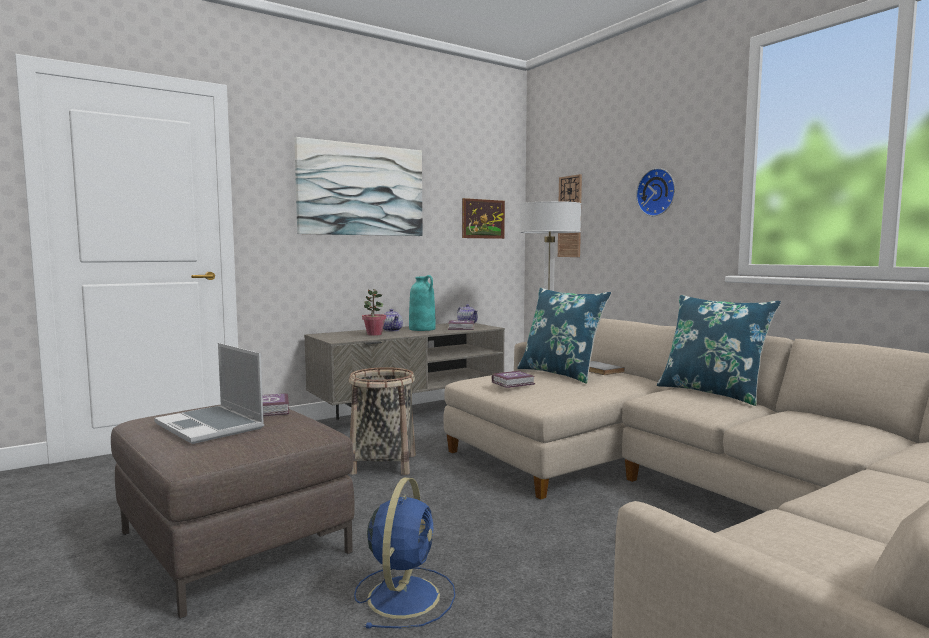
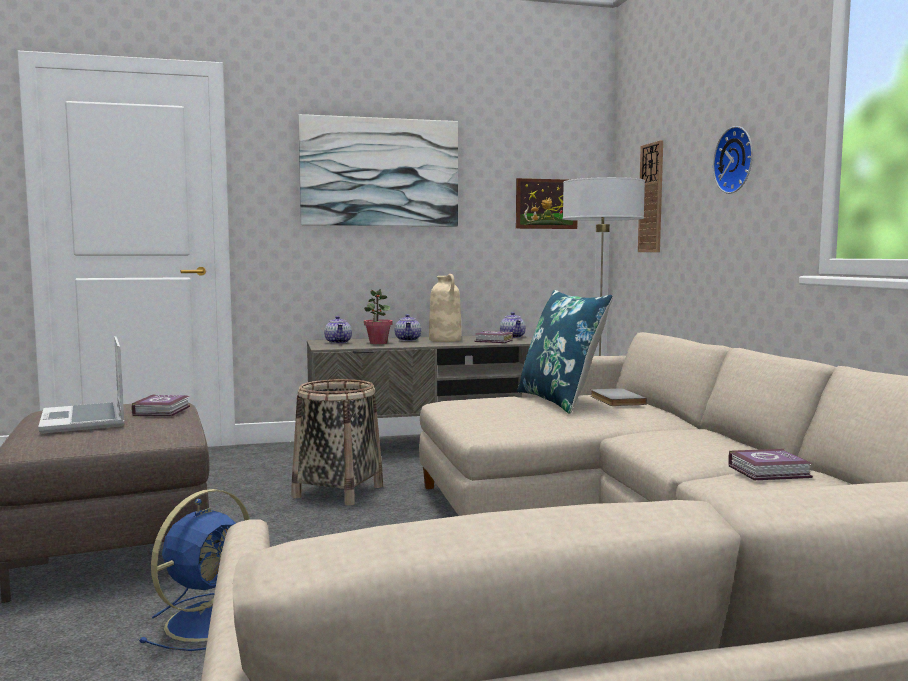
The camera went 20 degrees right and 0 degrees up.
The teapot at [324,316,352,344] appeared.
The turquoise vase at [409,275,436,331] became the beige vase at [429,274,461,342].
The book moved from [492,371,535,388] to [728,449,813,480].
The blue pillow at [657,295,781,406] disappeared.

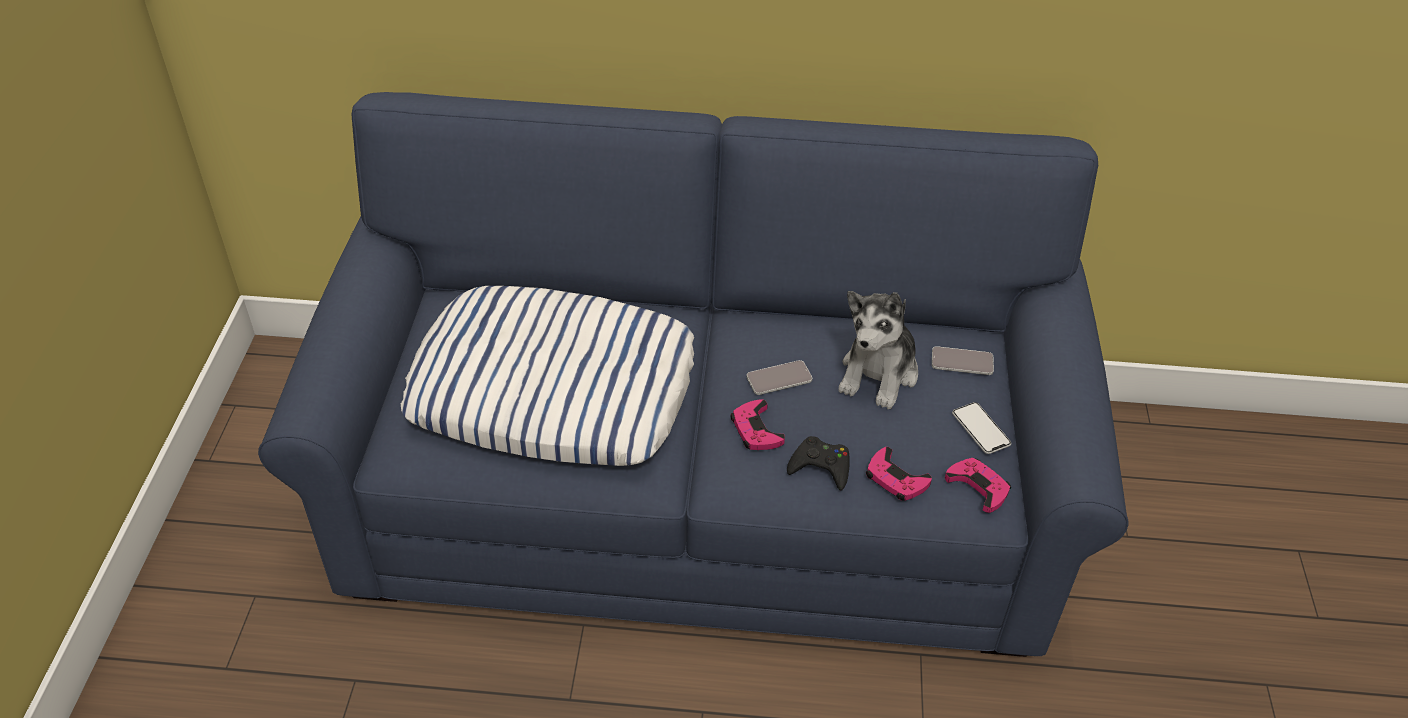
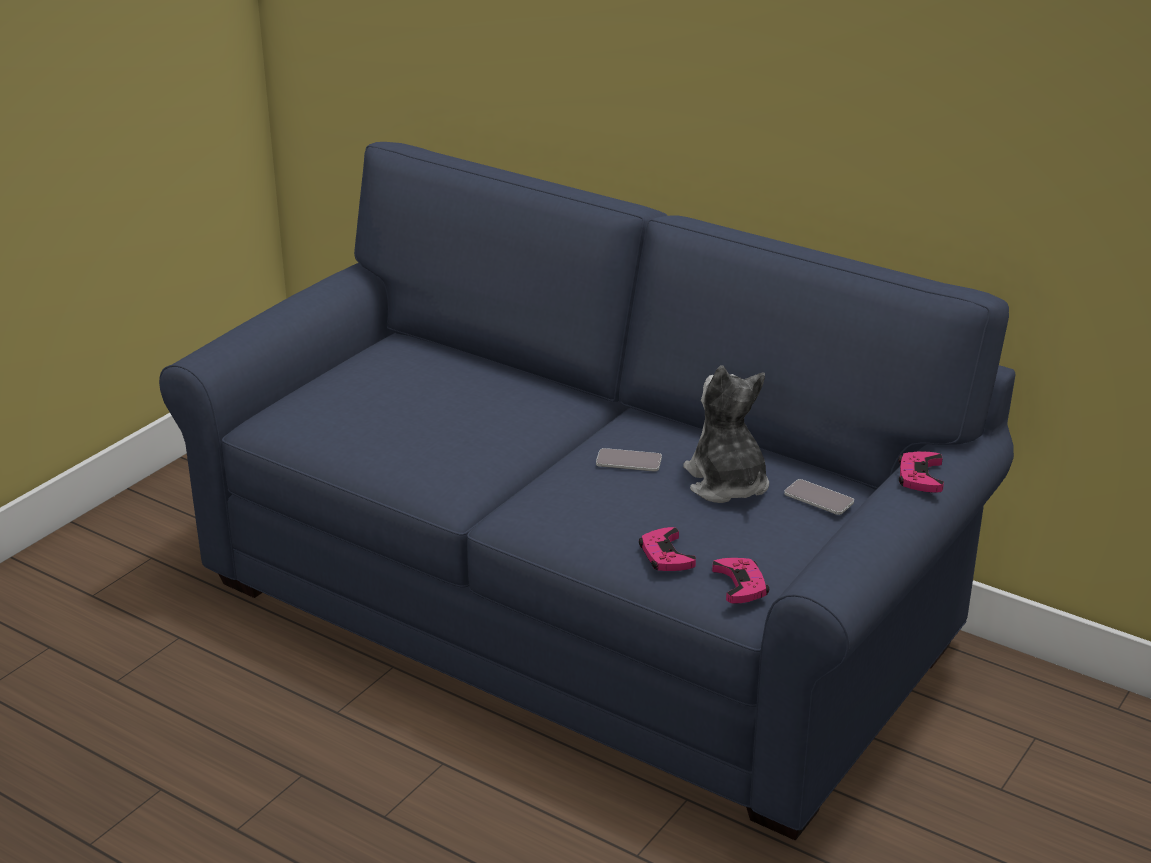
The camera went 30 degrees right and 15 degrees down.
The plush toy at [838,291,918,409] turned 105 degrees clockwise.
The pink game controller moved from [731,399,785,450] to [898,451,944,493].
The pillow at [401,286,694,466] disappeared.
The black game controller at [787,436,850,491] disappeared.
The phone at [952,402,1011,454] disappeared.

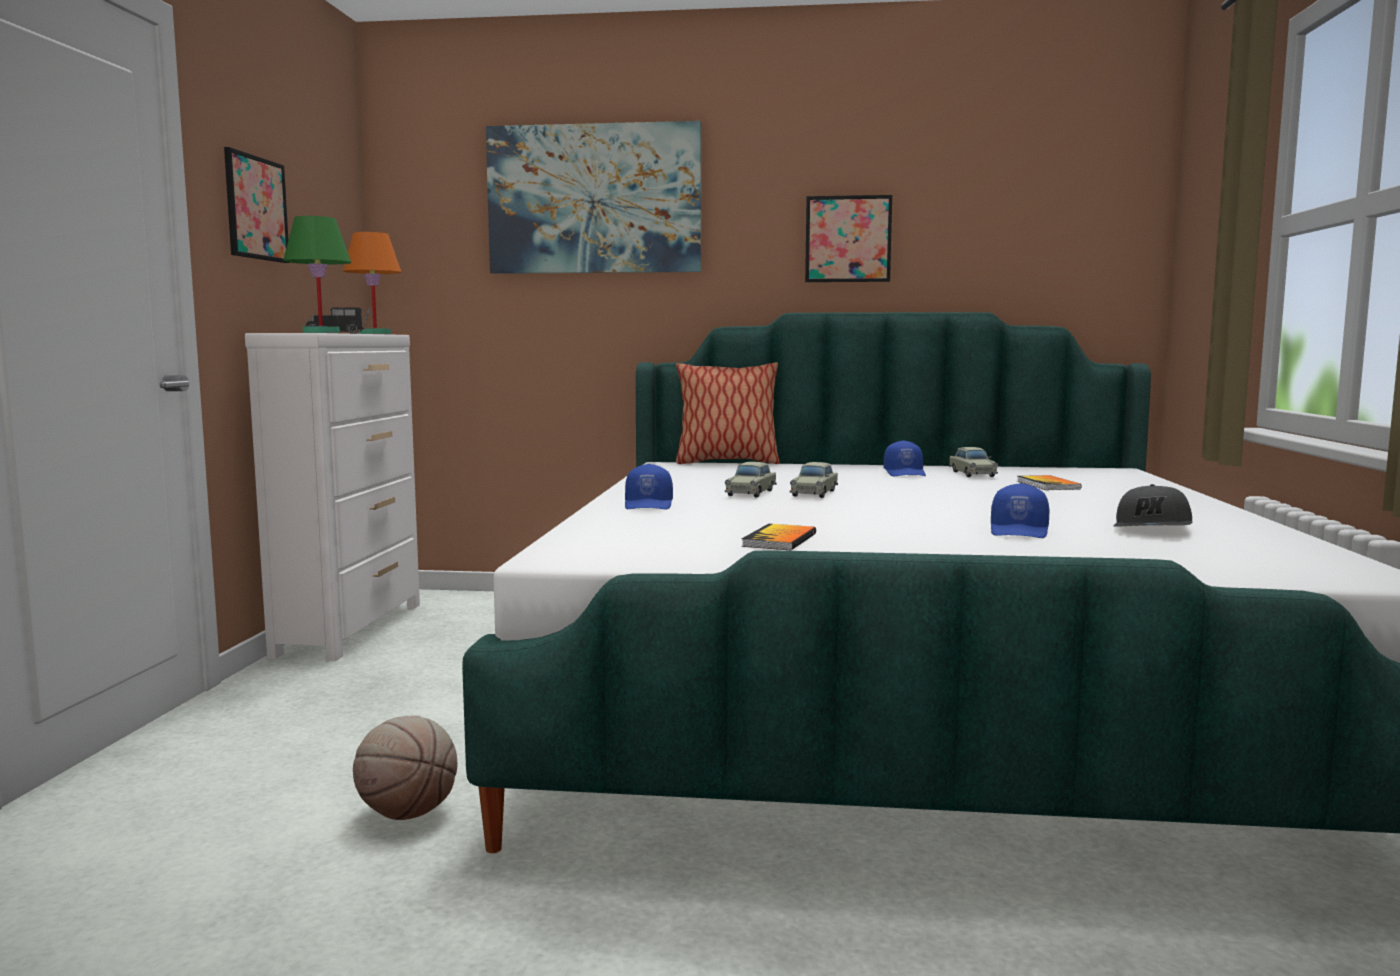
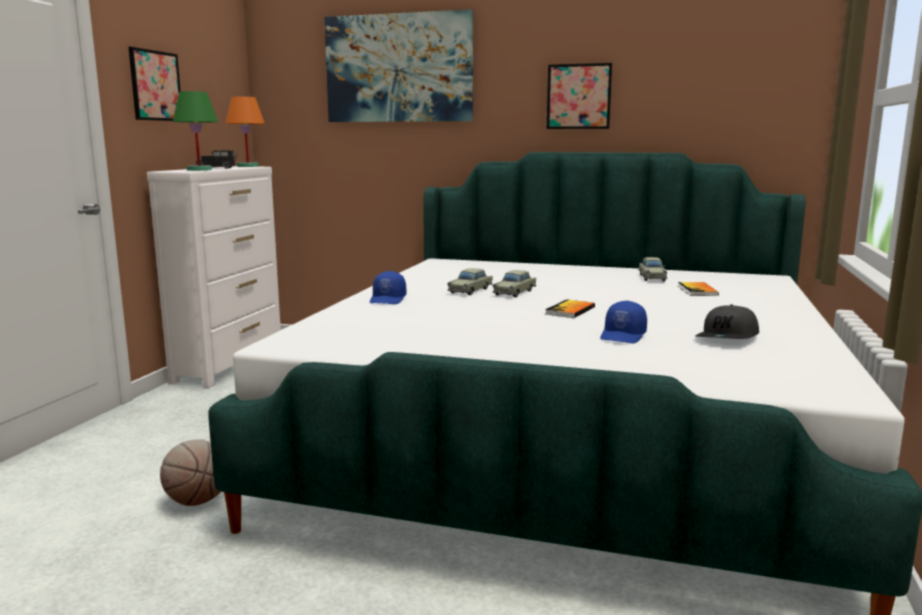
The camera went 10 degrees right and 5 degrees up.
The book moved from [742,524,816,550] to [545,299,595,318].
The pillow at [676,362,780,464] disappeared.
The blue cap at [884,440,926,476] disappeared.

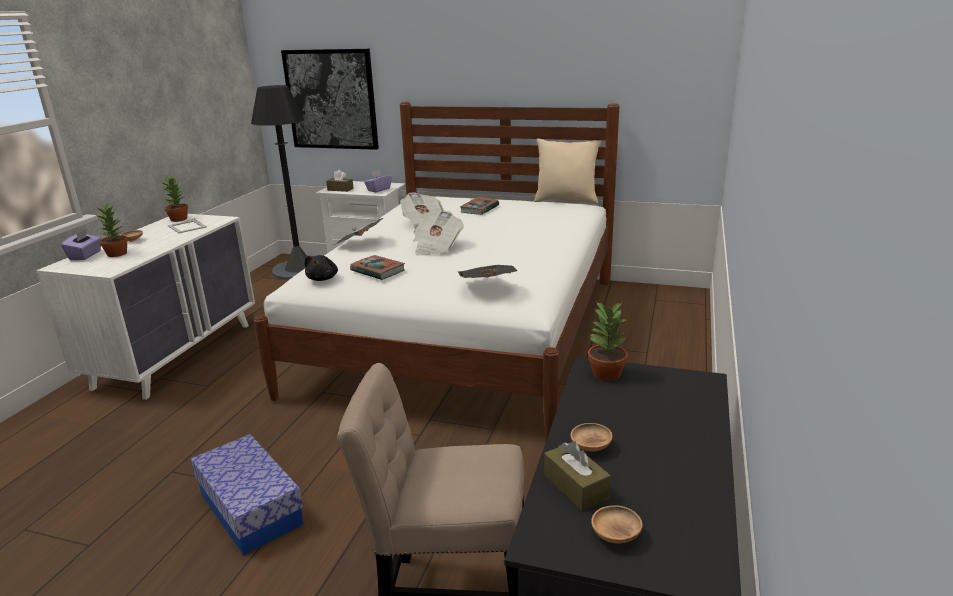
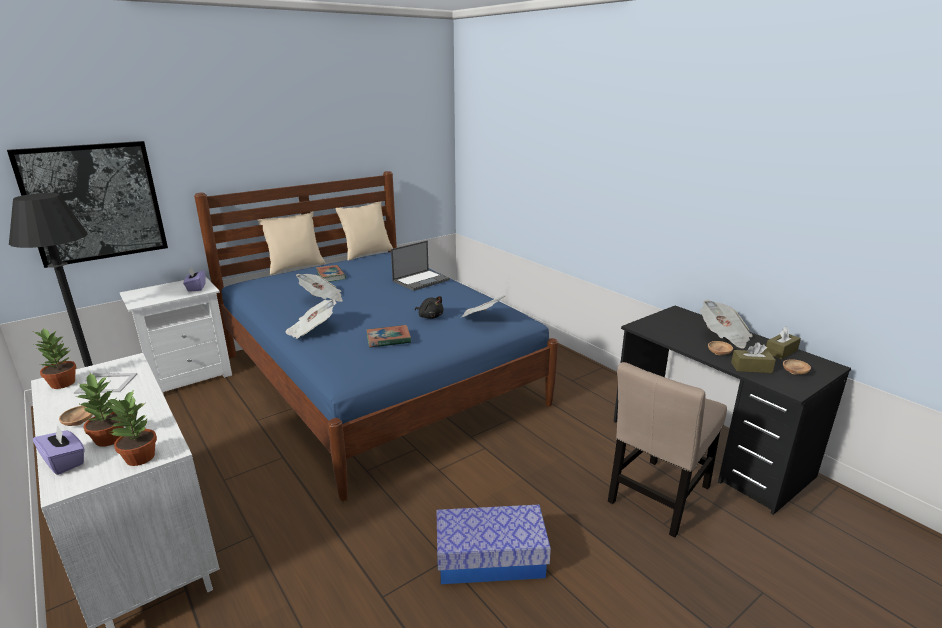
The camera went 55 degrees left and 0 degrees up.
The potted plant moved from [588,302,628,381] to [106,389,157,466].
The white bed at [253,102,619,440] became the blue bed at [194,171,558,501].
The beige pillow at [258,212,325,275] appeared.
The laptop at [391,241,450,291] appeared.
The black plush toy moved from [305,255,338,281] to [415,296,444,319].
The newspaper moved from [413,211,464,256] to [700,300,753,349].
The brown tissue box moved from [326,170,354,192] to [765,326,801,359].

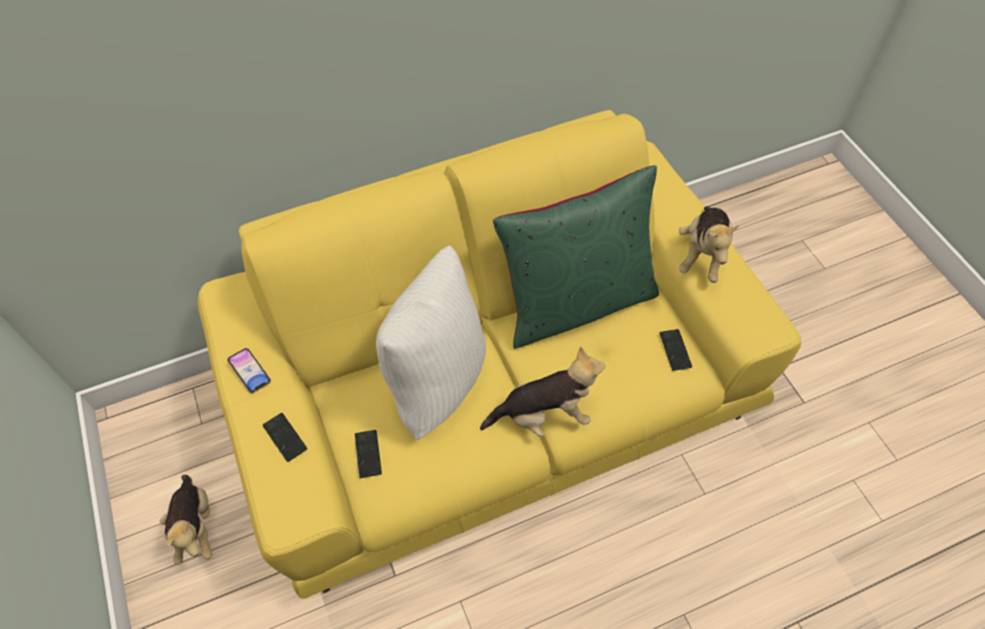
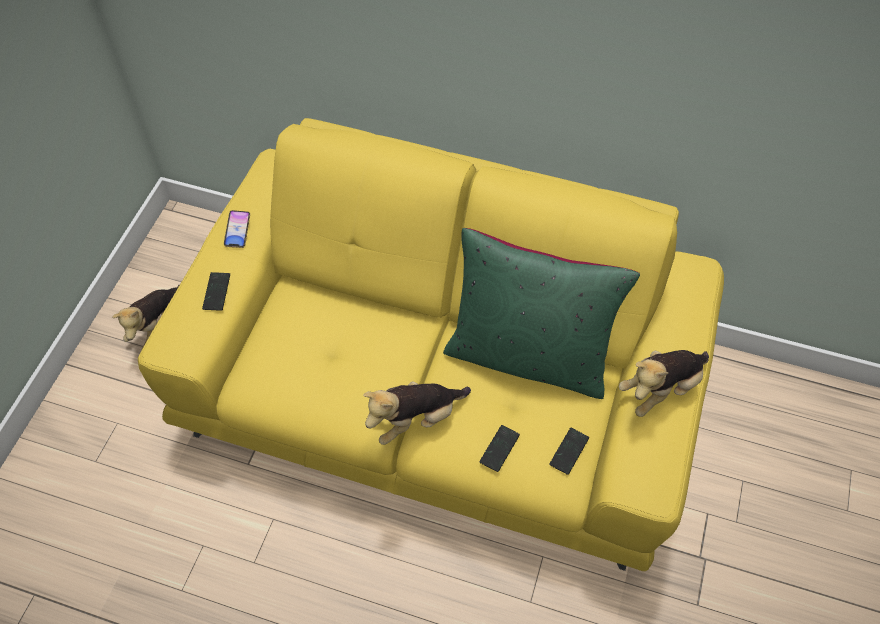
The camera went 40 degrees right and 0 degrees up.
The plush toy at [480,346,605,437] turned 120 degrees clockwise.
The phone moved from [355,430,382,478] to [479,425,520,472].
The white pillow at [376,245,486,440] disappeared.

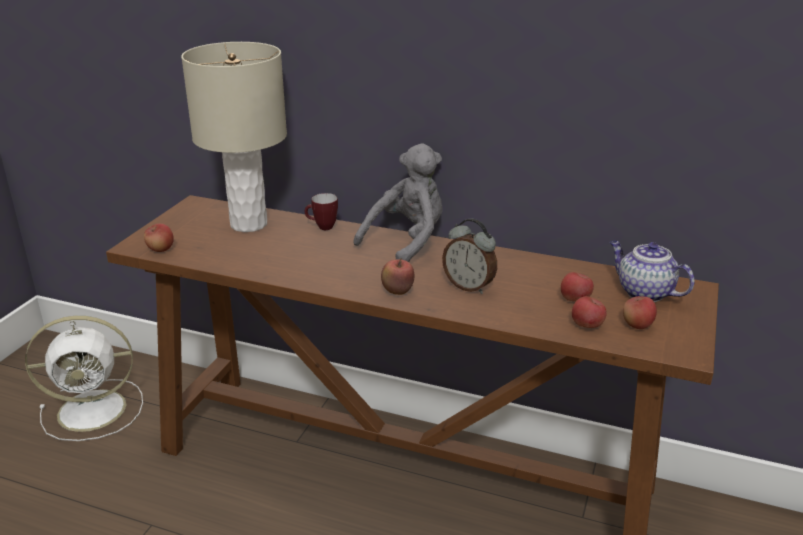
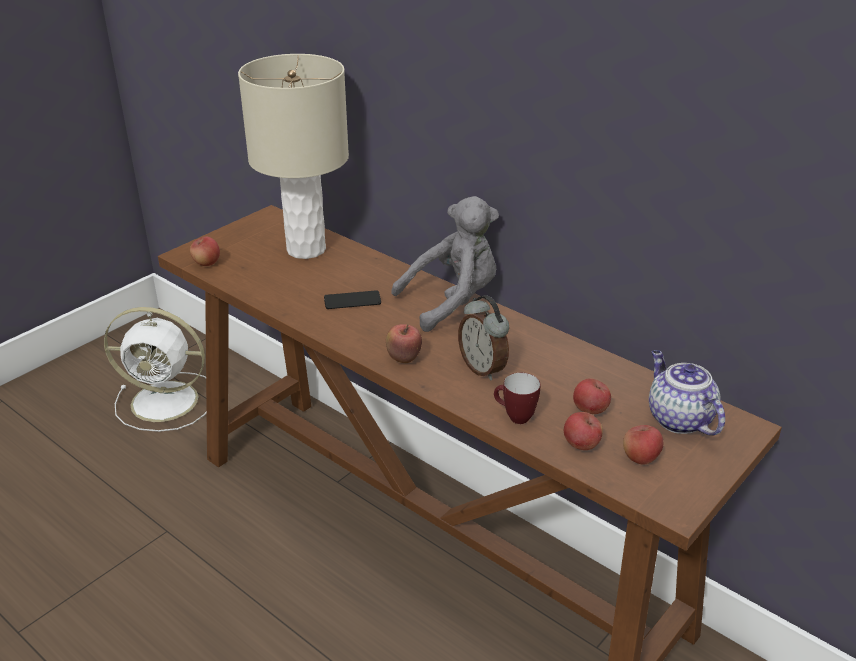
The camera went 20 degrees right and 5 degrees up.
The phone at [324,290,381,309] appeared.
The mug moved from [305,193,338,230] to [494,373,540,424].

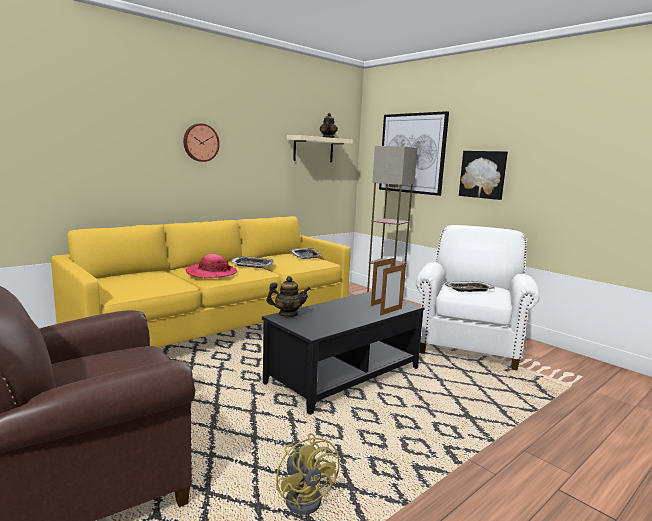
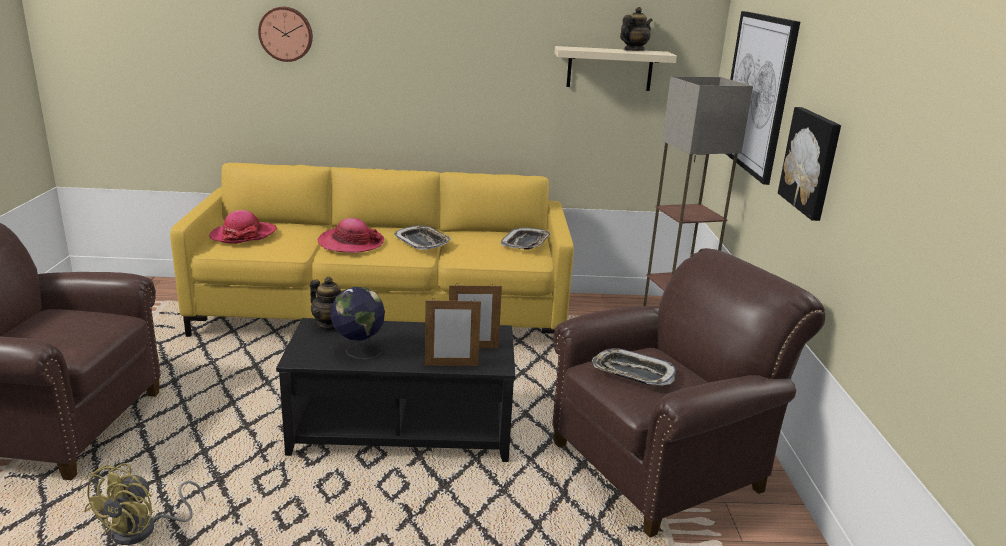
The camera went 40 degrees right and 10 degrees up.
The hat at [209,210,277,244] appeared.
The wall clock moved from [183,123,220,162] to [258,7,313,62].
The globe at [330,287,385,359] appeared.
The white armchair at [416,225,540,370] became the brown armchair at [552,248,825,537].

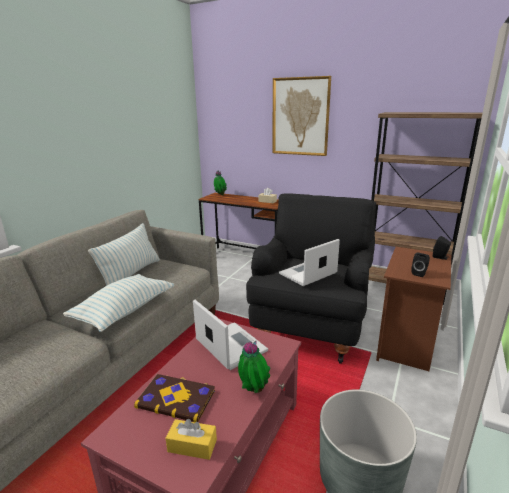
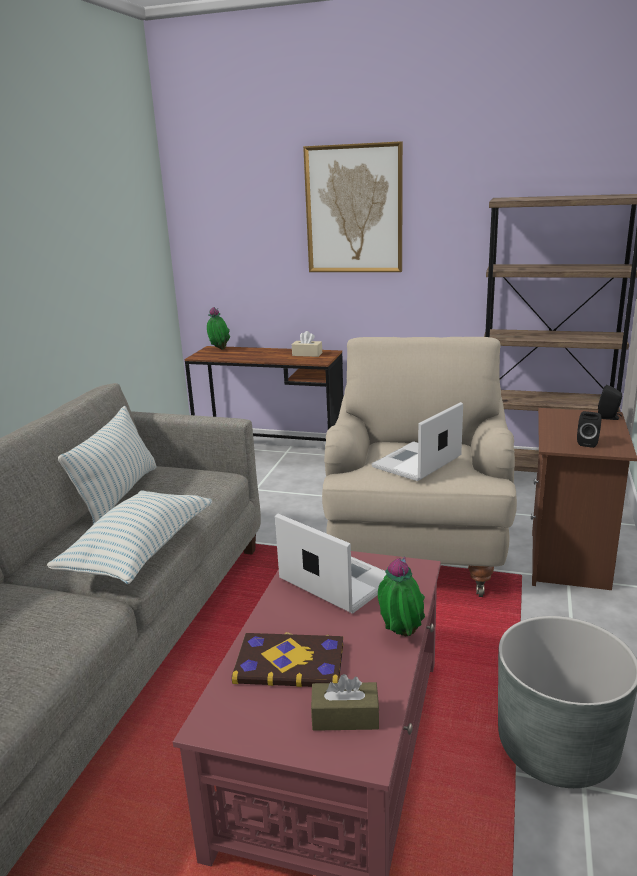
The camera went 10 degrees left and 0 degrees up.
The yellow tissue box at [166,419,217,460] became the brown tissue box at [311,674,379,731].
The black armchair at [246,193,376,364] became the beige armchair at [322,337,517,597].

